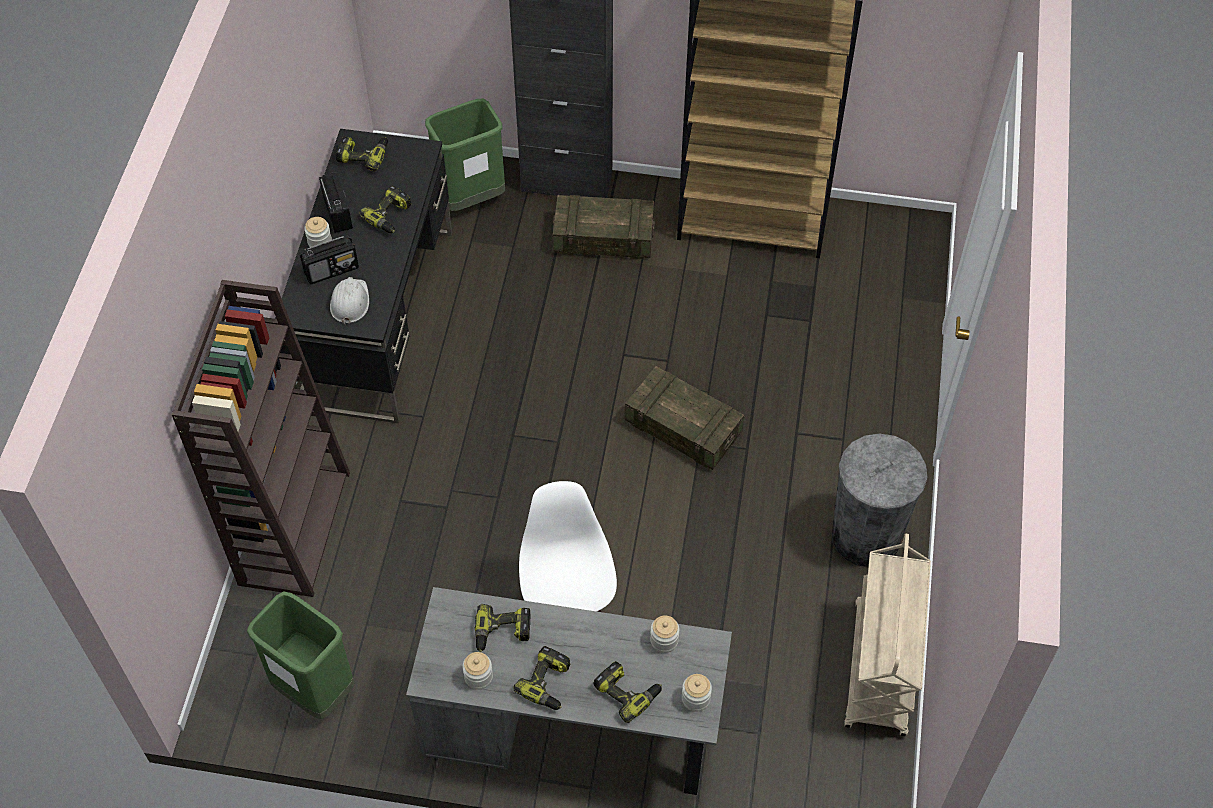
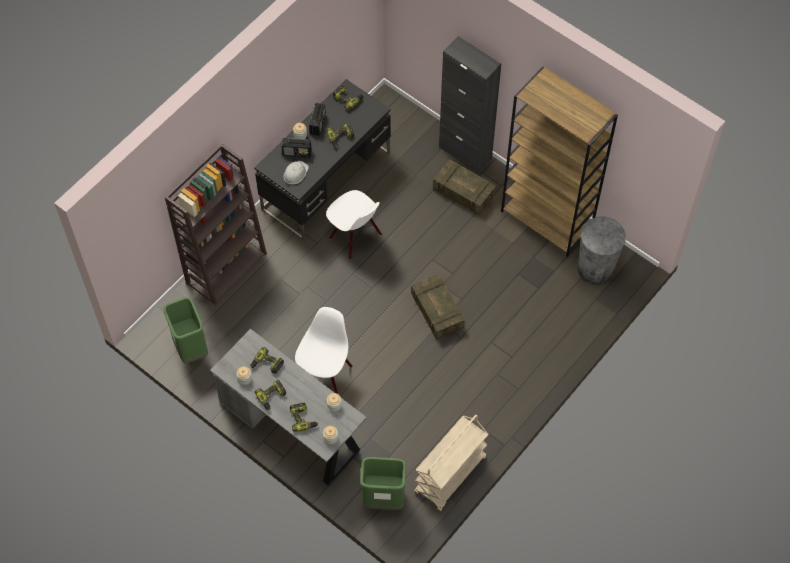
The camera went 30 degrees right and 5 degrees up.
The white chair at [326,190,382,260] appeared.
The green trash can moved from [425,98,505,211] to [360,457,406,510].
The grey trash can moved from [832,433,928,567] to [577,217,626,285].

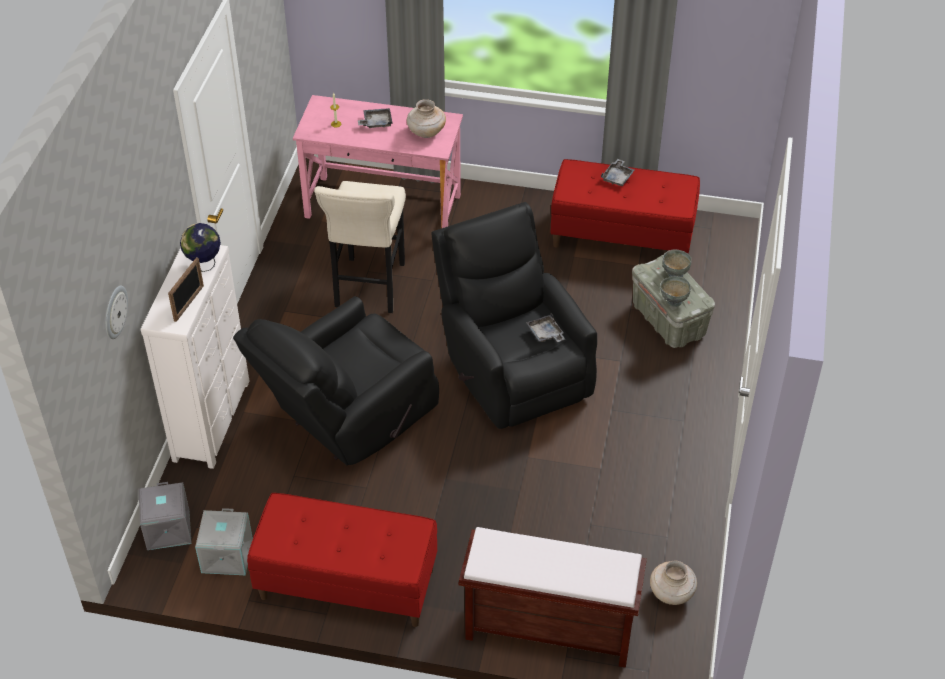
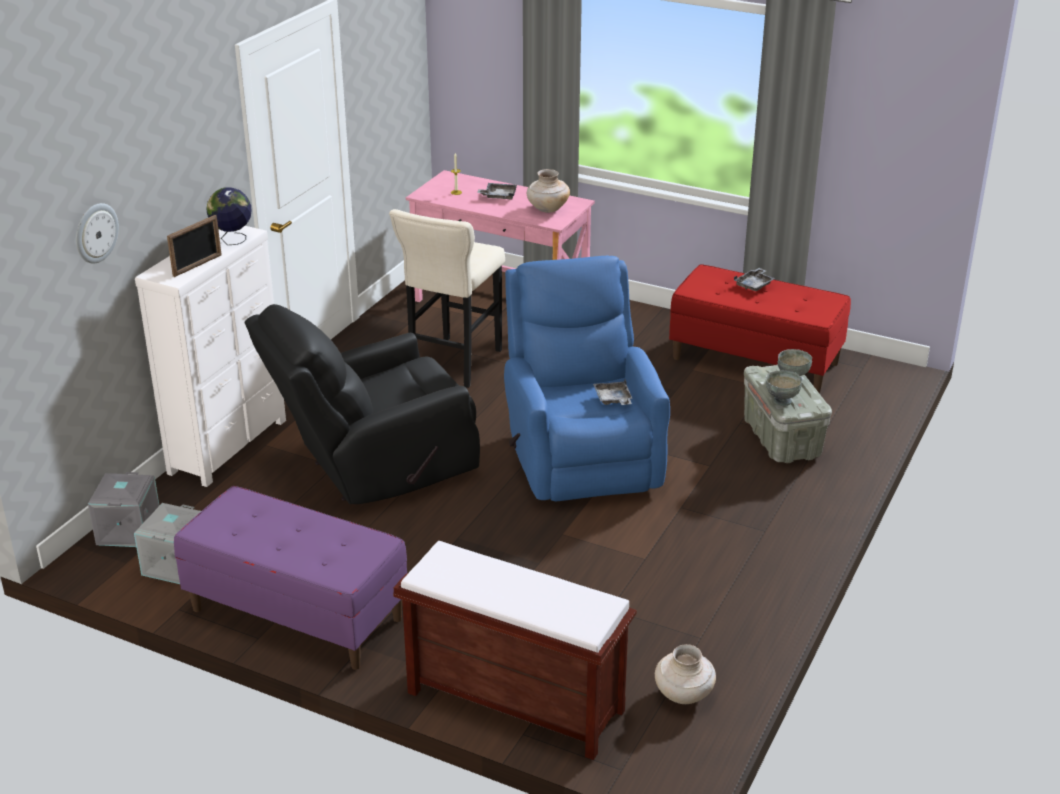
The camera went 15 degrees right and 15 degrees down.
The red bench at [247,493,437,627] became the purple bench at [174,486,407,670].
The black armchair at [431,202,597,429] became the blue armchair at [504,256,670,501].

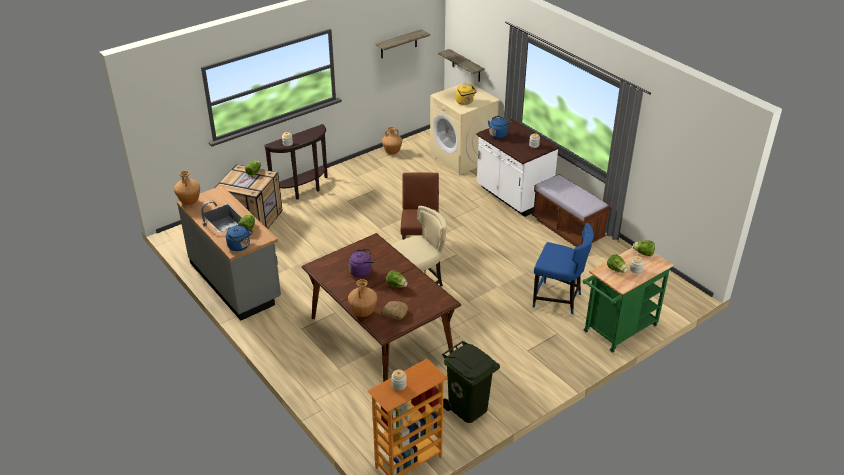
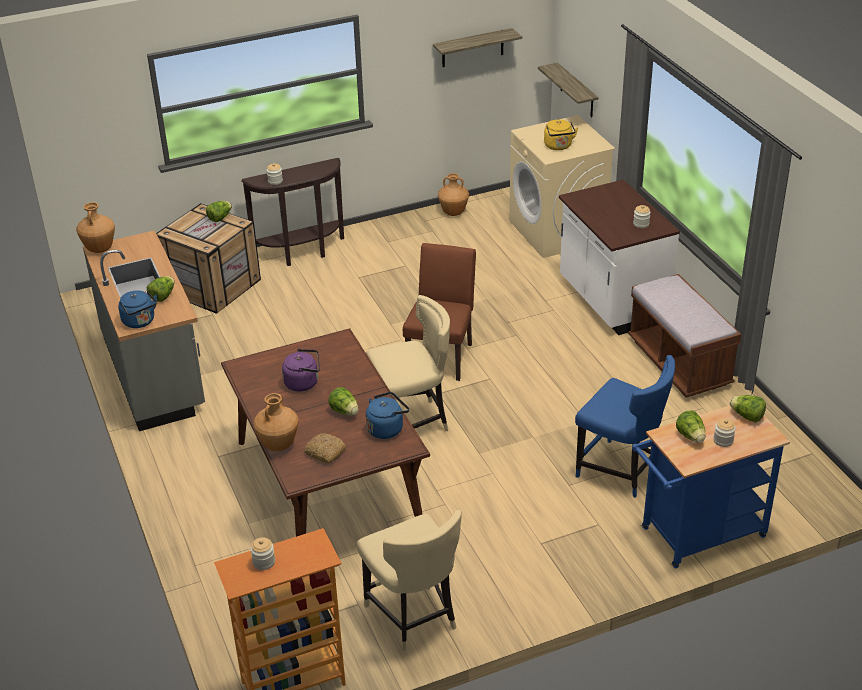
The camera went 15 degrees right and 0 degrees up.
The green trash can at [442,341,500,423] was replaced by the beige chair at [357,510,462,651].
The blue kettle moved from [488,116,512,139] to [366,392,409,439].
The green cart at [583,248,674,353] became the blue cart at [632,405,790,568].

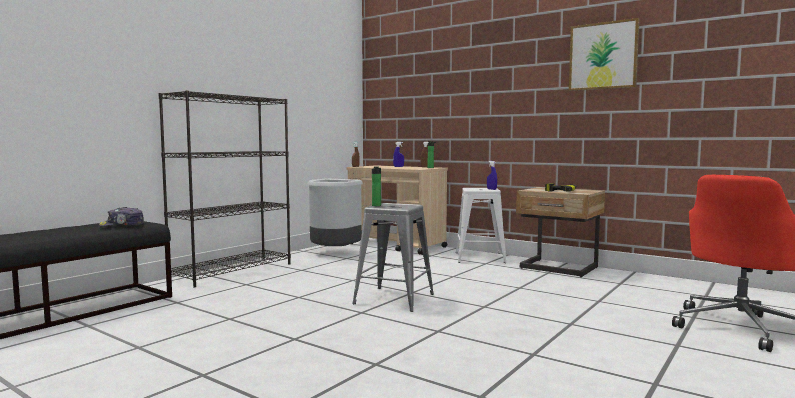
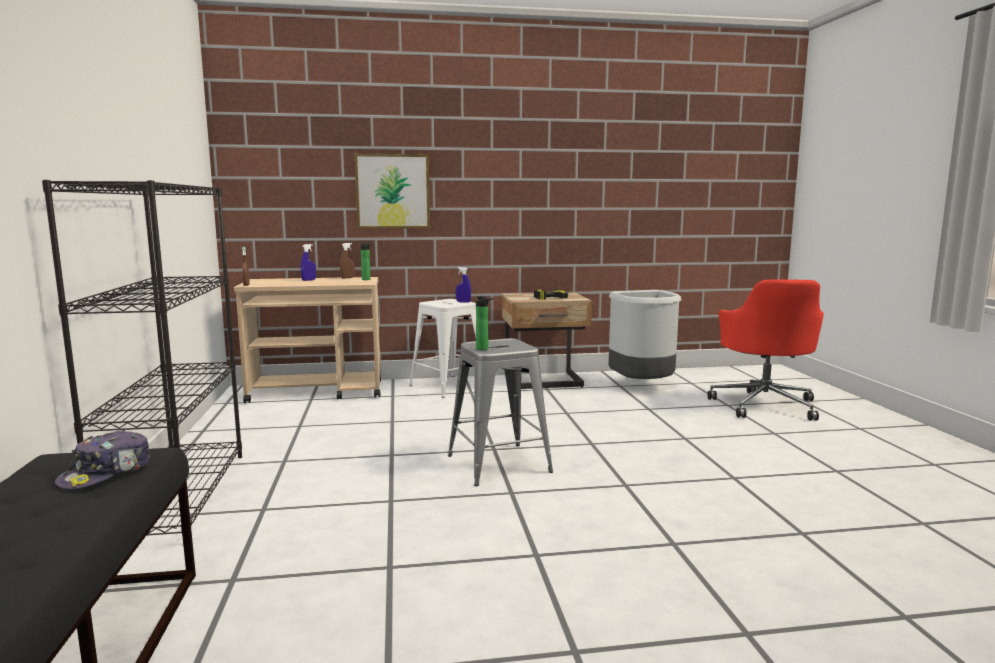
The camera went 45 degrees left and 5 degrees up.
The picture moved from [569,18,640,91] to [354,154,430,228].
The grey trash can moved from [307,179,363,246] to [609,290,681,379].

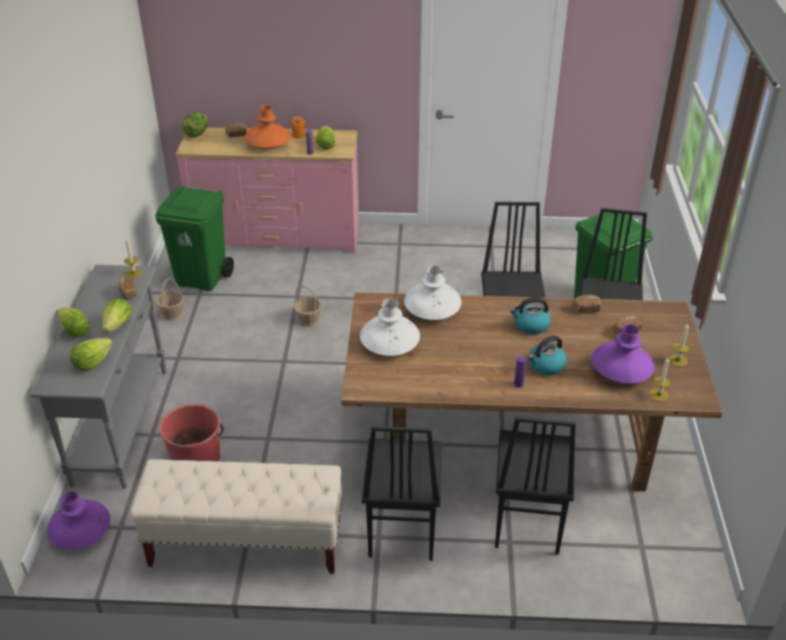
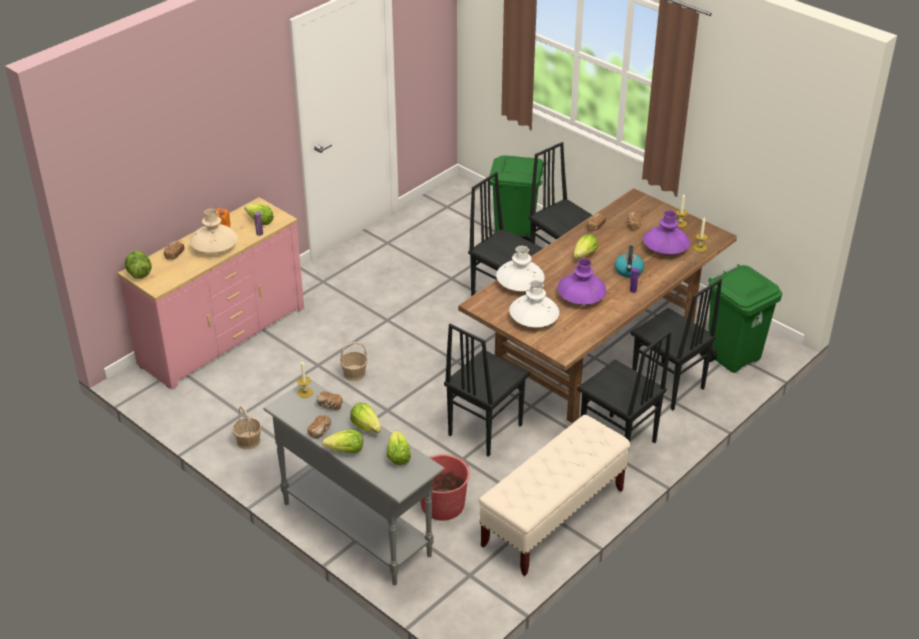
The camera went 50 degrees left and 0 degrees up.
The orange vase at [245,105,291,149] became the beige vase at [190,208,238,253].
The bread at [307,415,331,439] appeared.
The black chair at [444,324,530,457] appeared.
The purple vase moved from [47,491,110,550] to [557,258,606,305].
The kettle at [510,297,551,334] was replaced by the lettuce at [573,234,598,259].
The green trash can moved from [155,186,234,291] to [700,264,782,373].

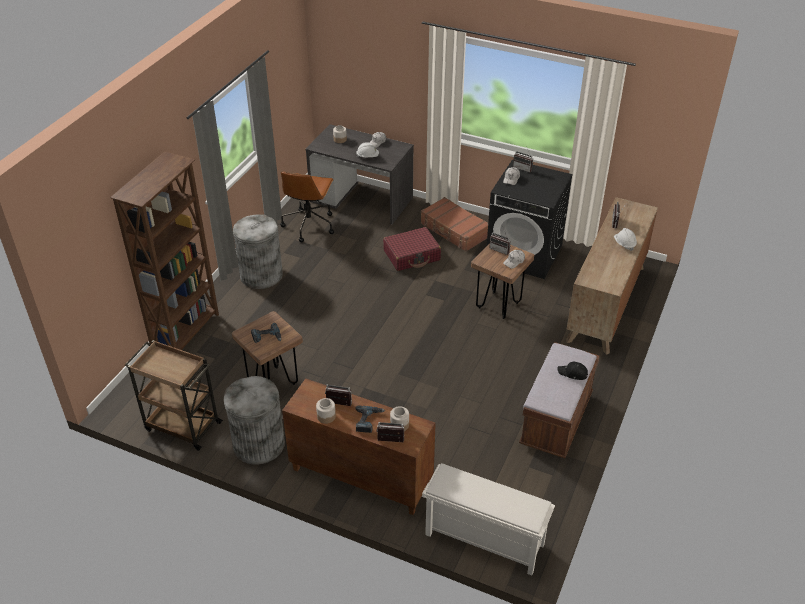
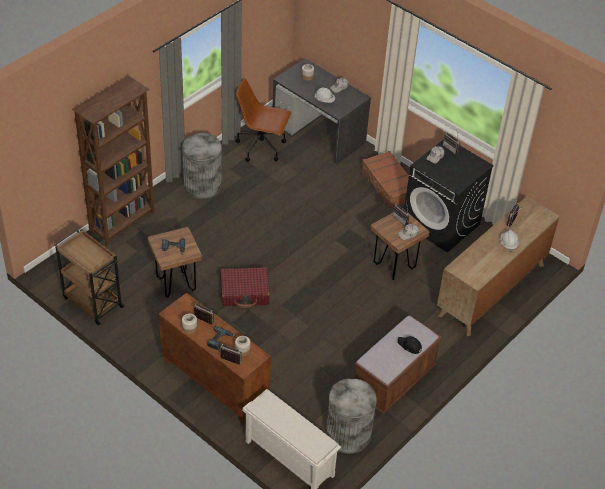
The camera went 15 degrees right and 5 degrees up.
The red suitcase moved from [383,227,441,271] to [220,267,270,308].
The brown office chair at [280,171,334,242] turned 75 degrees clockwise.
The grey trash can moved from [224,376,285,465] to [326,379,377,454].

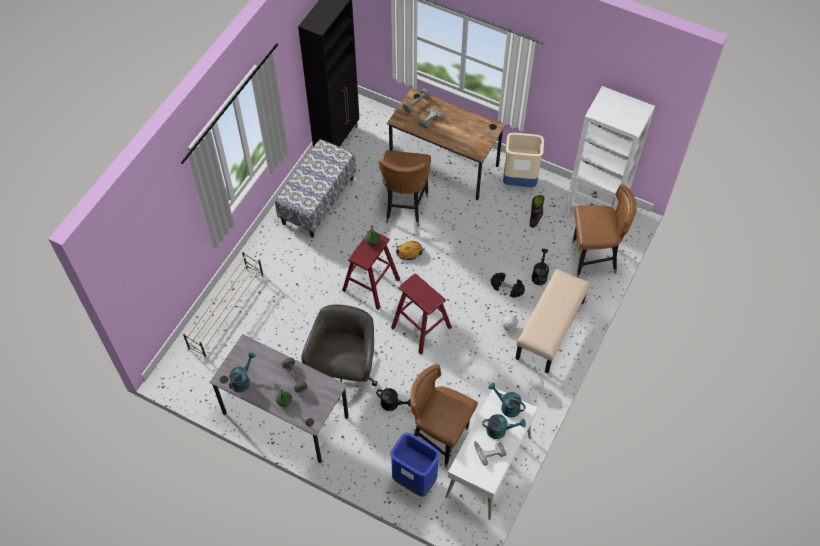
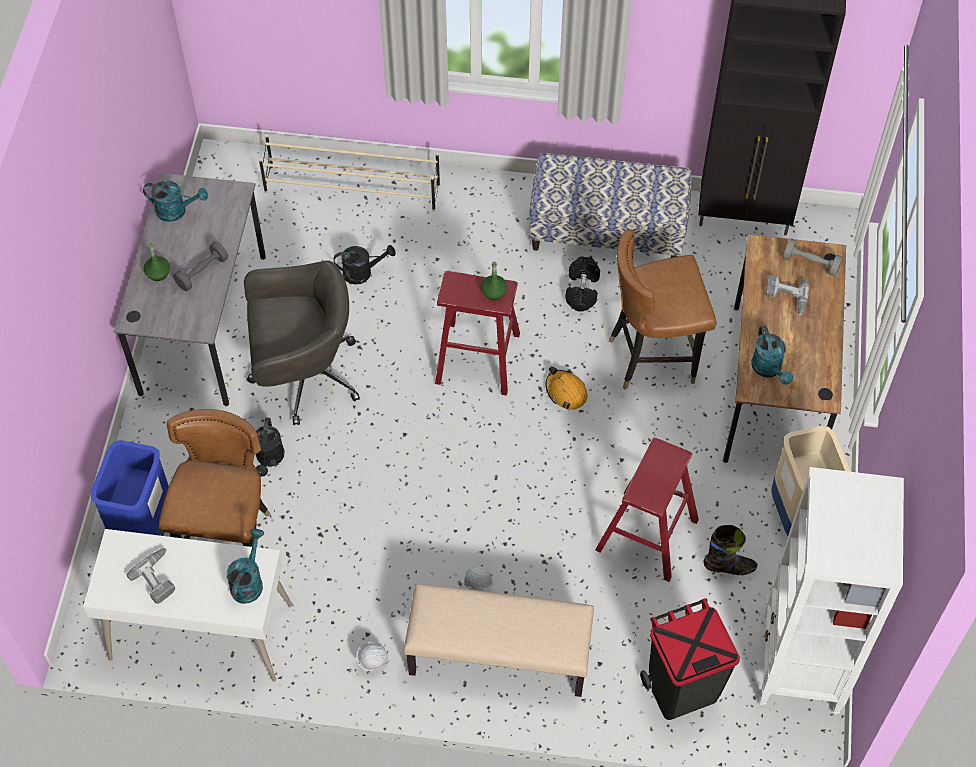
The camera went 70 degrees right and 0 degrees up.
The black watering can moved from [532,249,549,285] to [334,245,396,284].
The black dumbbell moved from [491,273,525,298] to [565,256,600,312].
The red stool moved from [391,273,452,355] to [595,438,699,582].
The brown chair at [573,184,637,278] was replaced by the black trash can at [640,598,740,720].
The turquoise watering can moved from [483,414,526,439] to [751,326,793,385].

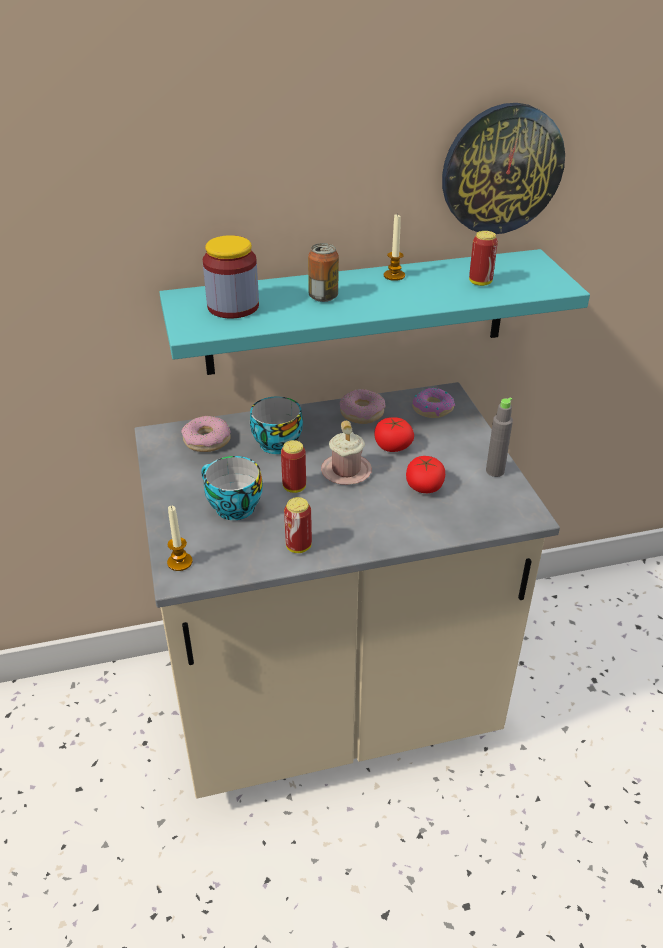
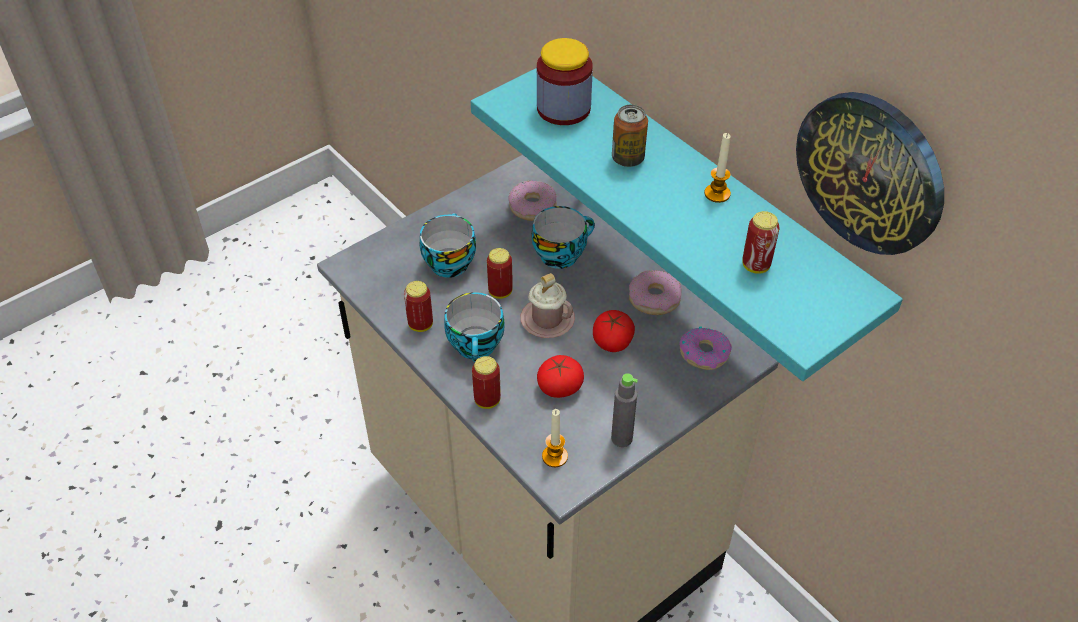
The camera went 65 degrees right and 10 degrees up.
The cup at [444,292,504,362] appeared.
The can at [472,356,501,409] appeared.
The candle moved from [167,506,193,571] to [542,409,568,467].

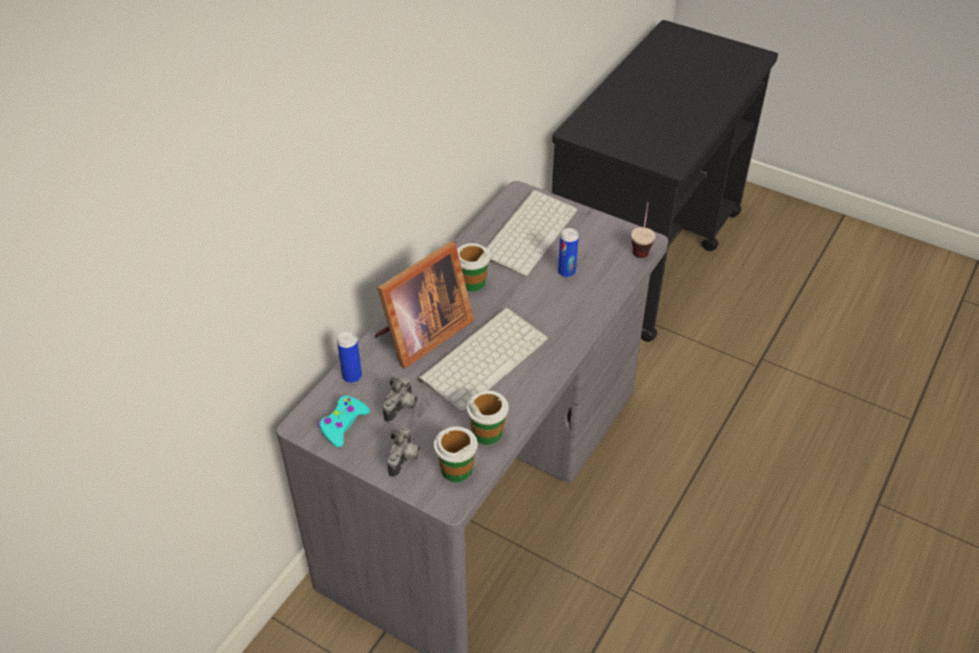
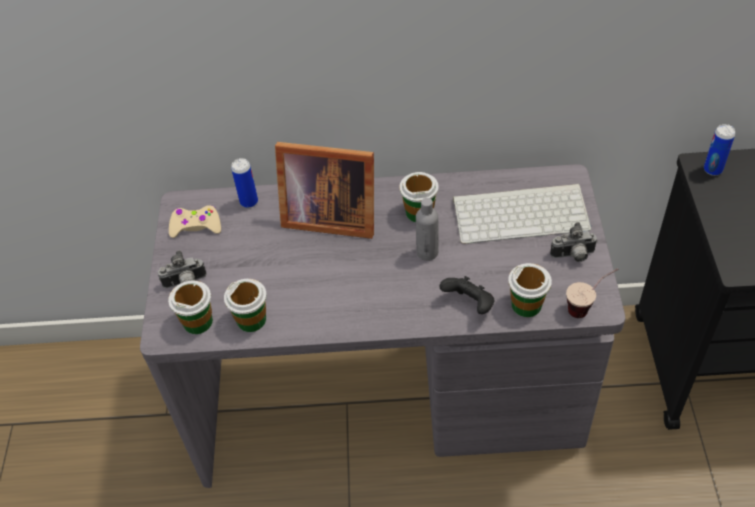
The camera went 60 degrees right and 5 degrees up.
The turquoise game controller at [318,396,370,448] became the beige game controller at [169,205,221,238].
The grey bottle at [416,198,438,261] appeared.
The black game controller at [440,276,494,314] appeared.
The cup at [508,263,552,317] appeared.
The photo camera moved from [383,377,417,422] to [550,222,598,262].
The can moved from [558,228,579,278] to [704,124,735,176].
The keyboard at [418,308,548,412] disappeared.

